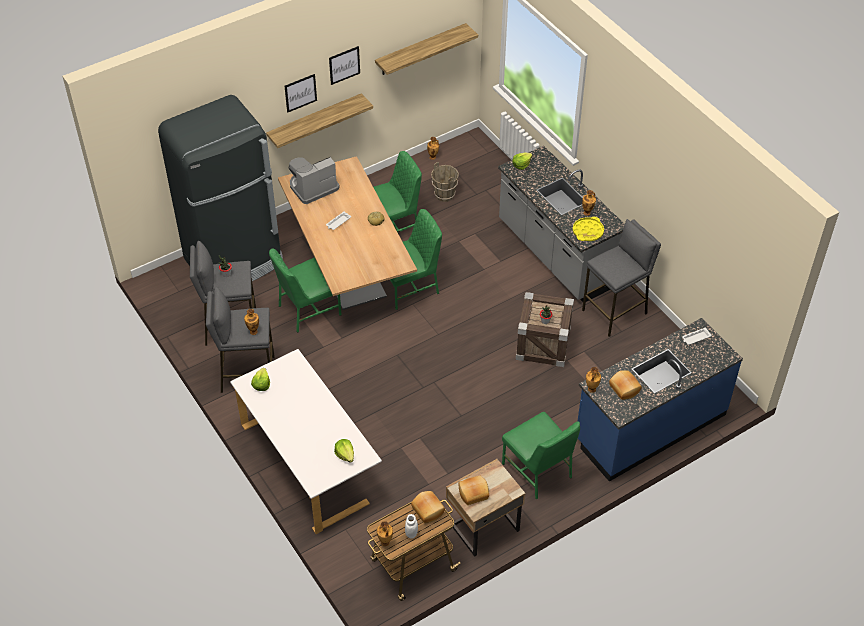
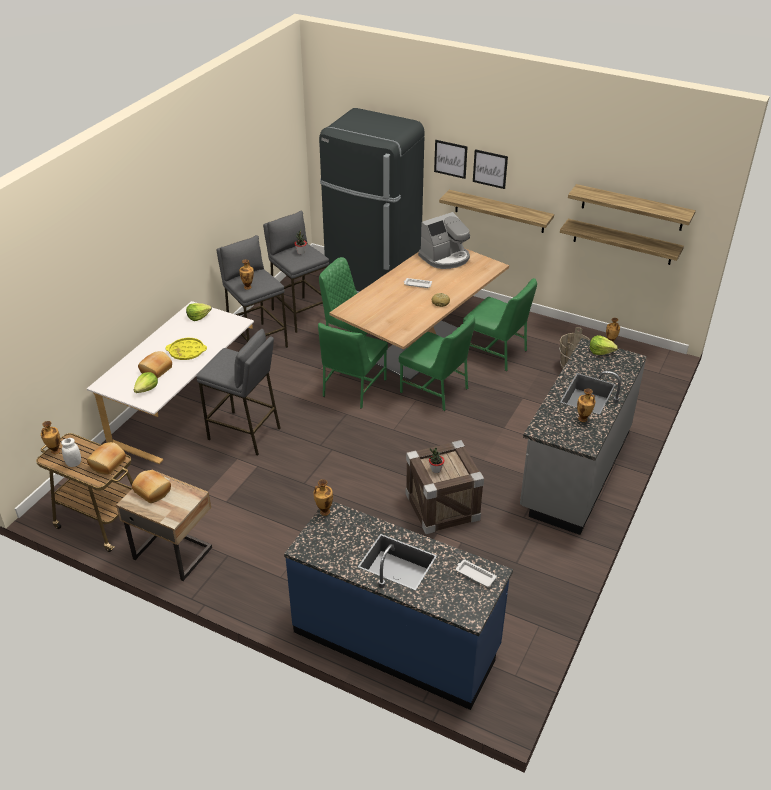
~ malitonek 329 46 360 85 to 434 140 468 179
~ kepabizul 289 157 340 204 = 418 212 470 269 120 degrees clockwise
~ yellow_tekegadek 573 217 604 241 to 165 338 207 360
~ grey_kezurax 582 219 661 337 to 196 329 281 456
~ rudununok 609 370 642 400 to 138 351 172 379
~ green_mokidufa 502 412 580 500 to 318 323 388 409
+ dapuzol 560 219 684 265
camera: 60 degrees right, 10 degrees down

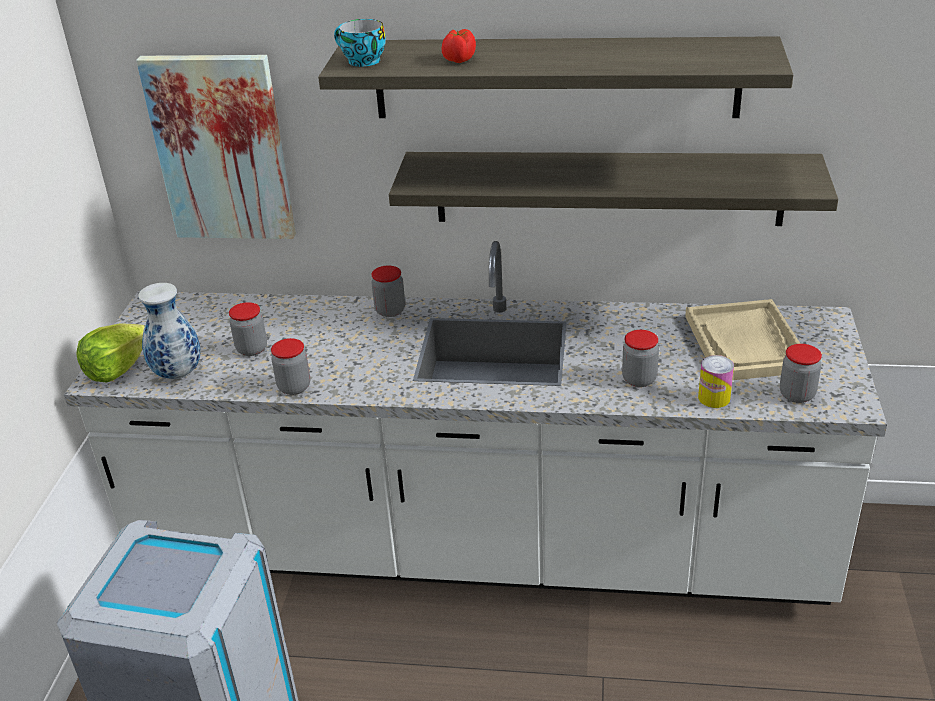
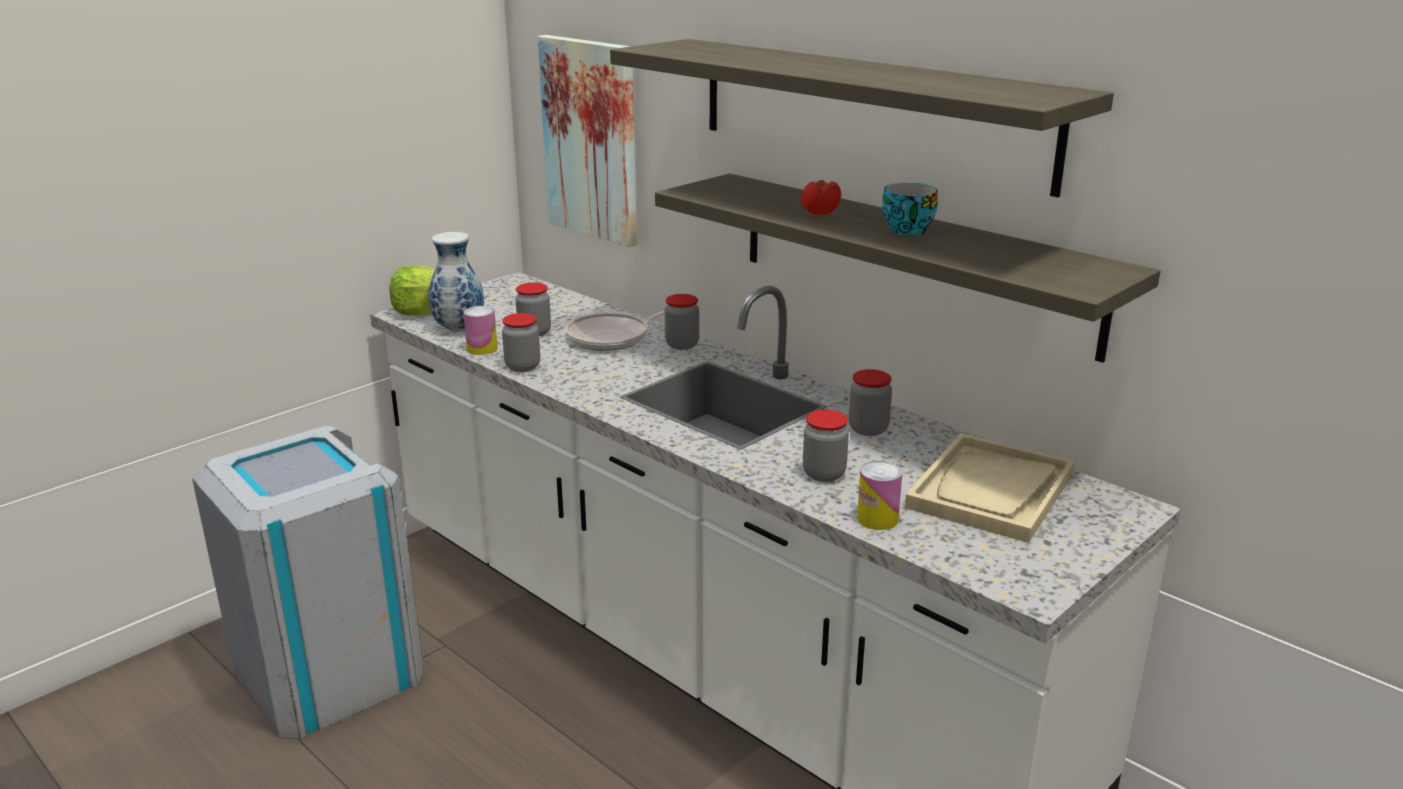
~ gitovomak 334 19 386 67 to 882 183 938 235
~ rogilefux 442 29 476 63 to 801 180 841 215
~ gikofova 780 344 822 403 to 849 369 892 436
+ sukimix 463 306 498 355
+ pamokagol 565 310 665 351
camera: 35 degrees right, 10 degrees down

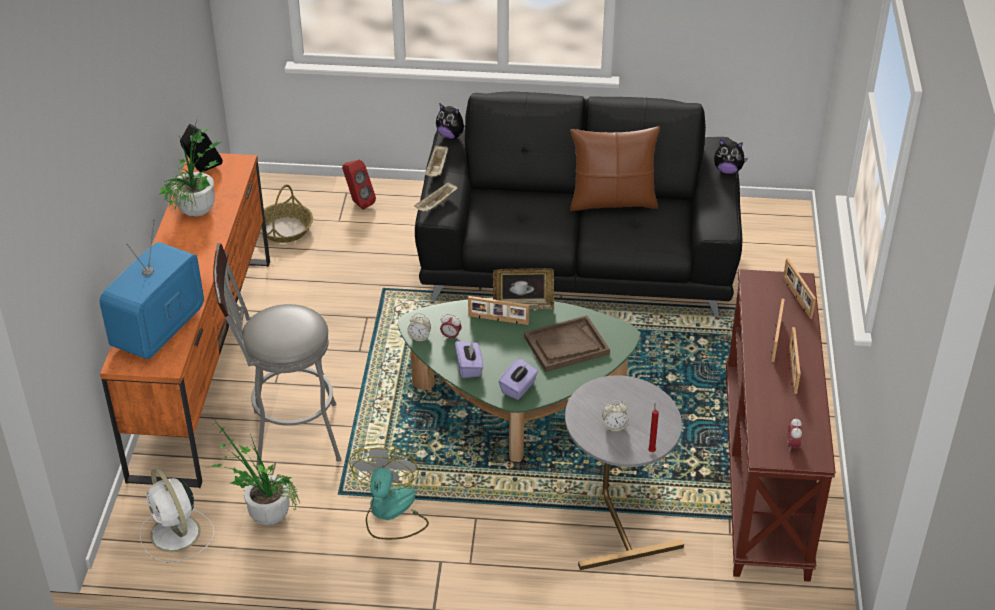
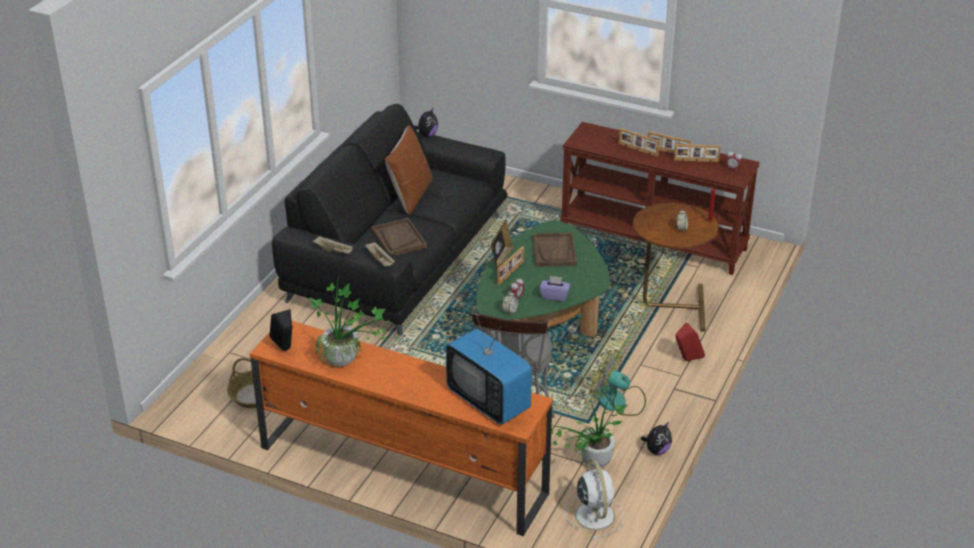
~ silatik 436 104 465 139 to 641 422 672 455
~ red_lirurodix 342 160 376 210 to 675 322 705 361
~ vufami 783 258 816 319 to 674 144 721 162
- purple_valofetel 499 359 538 400
~ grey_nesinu 565 375 684 570 to brown_nesinu 633 203 718 332
~ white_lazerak 140 468 215 563 = 564 459 624 540 90 degrees counterclockwise
+ brown_tekegadek 371 218 427 255
camera: 70 degrees left, 5 degrees down

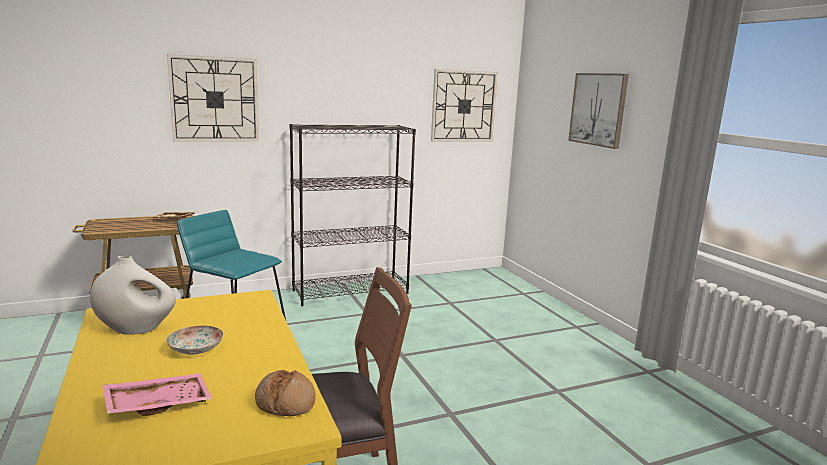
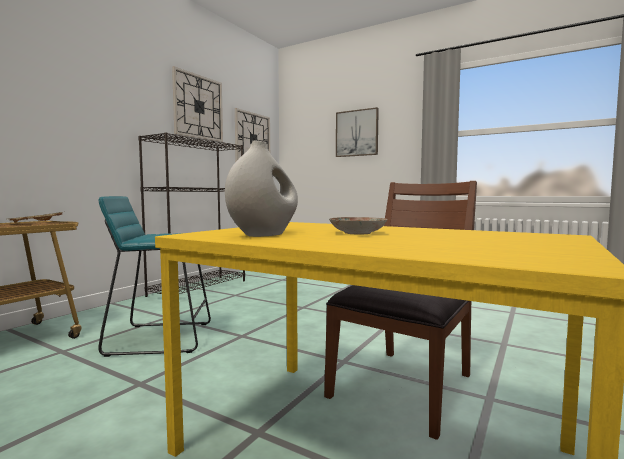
~ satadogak 167 54 259 142 to 172 66 223 142
- rudununok 255 370 316 417
- pink_tekegadek 102 373 212 416
camera: 35 degrees left, 10 degrees down

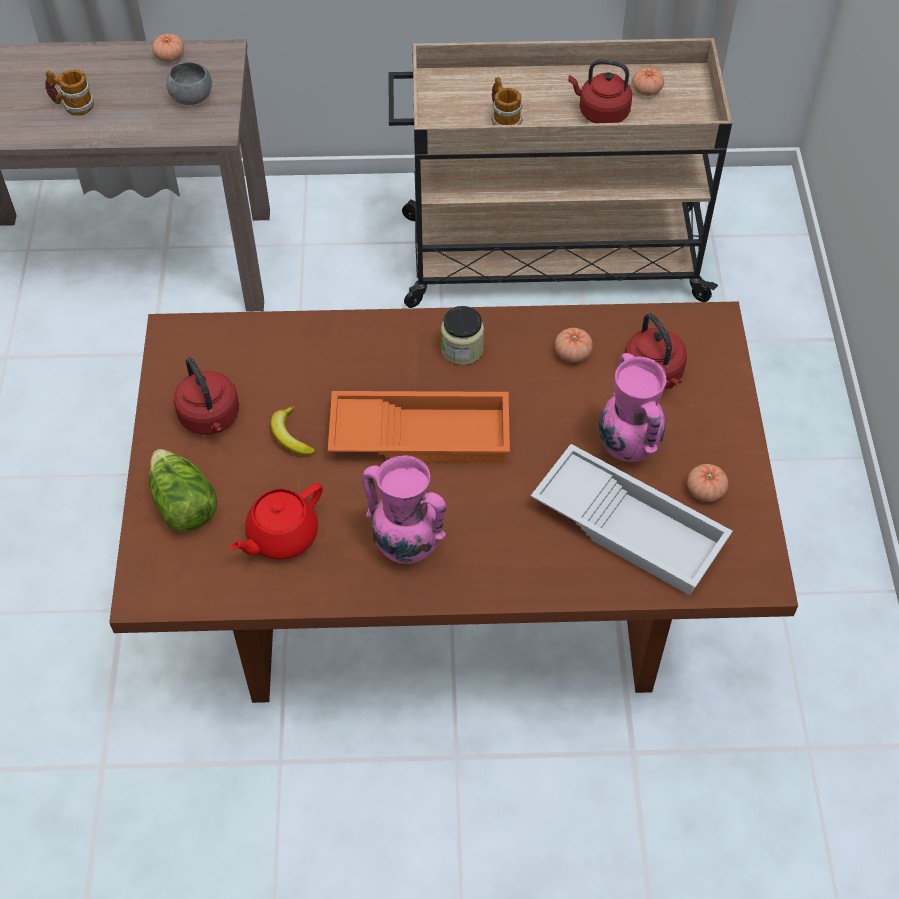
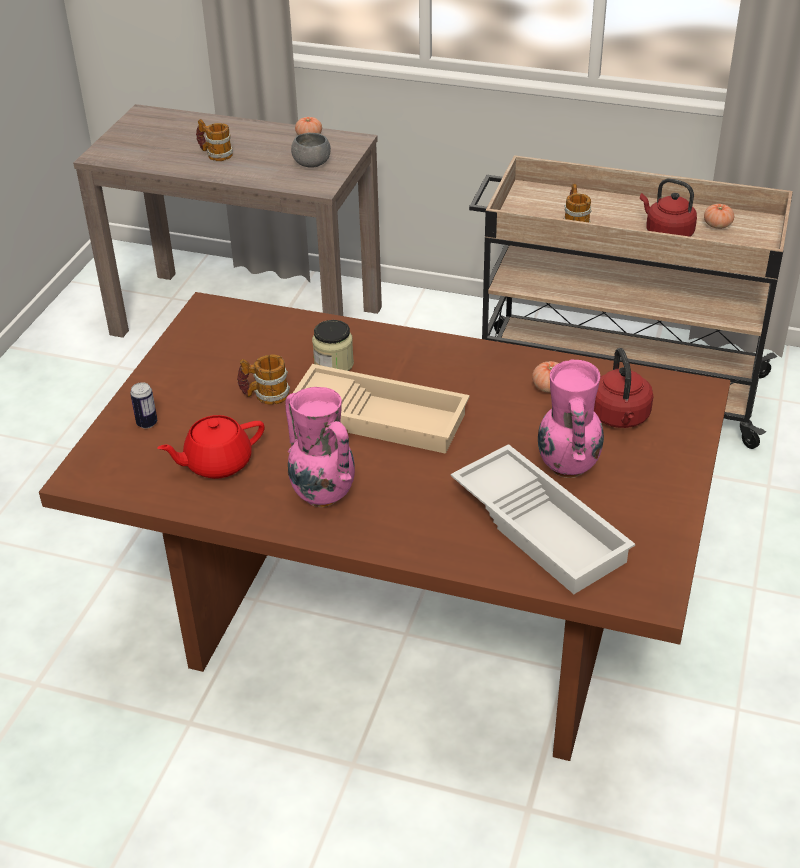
~ gikofova 441 306 484 365 to 312 320 354 371
- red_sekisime 173 357 239 435
~ orange_tekegadek 328 391 510 463 to beige_tekegadek 293 364 470 454
~ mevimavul 271 406 315 456 to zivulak 237 354 290 405
~ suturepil 149 449 217 532 to sukimix 130 382 157 429
- rogilefux 687 464 728 502
camera: 20 degrees right, 15 degrees down

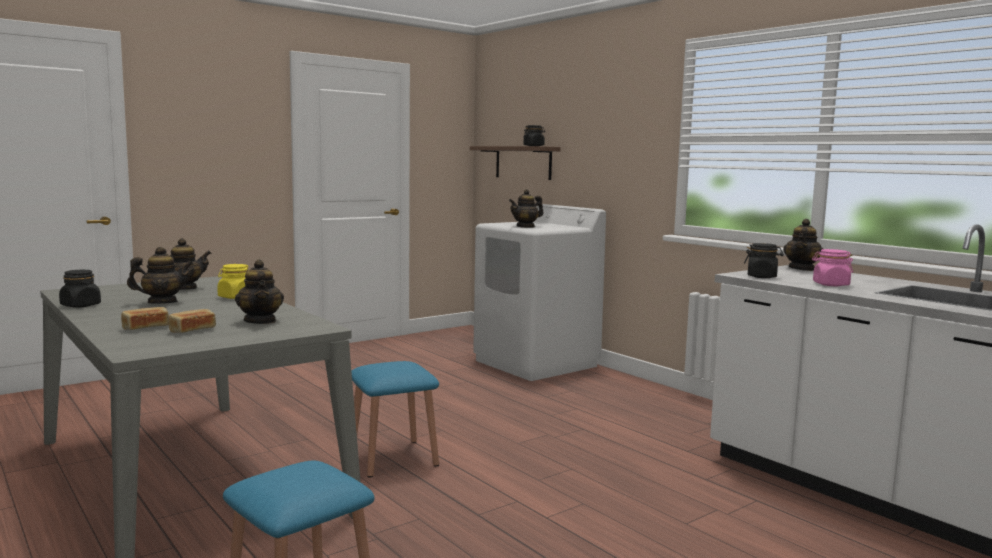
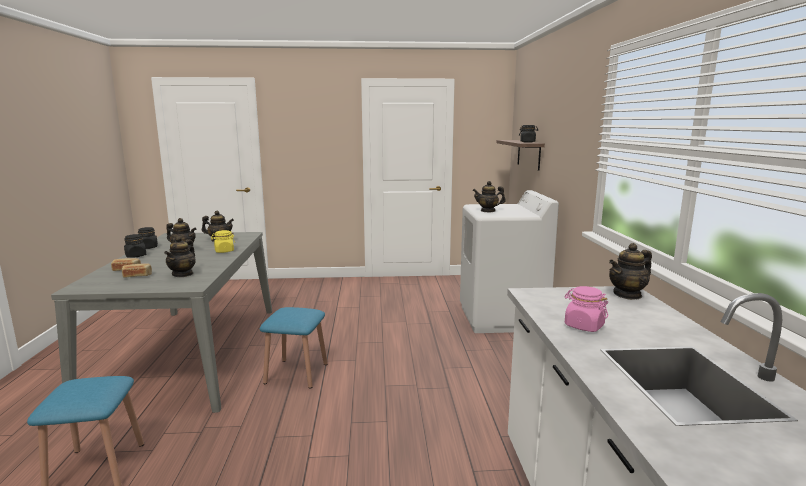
~ black_gikofova 744 243 784 278 to 124 234 146 258
camera: 35 degrees right, 5 degrees up

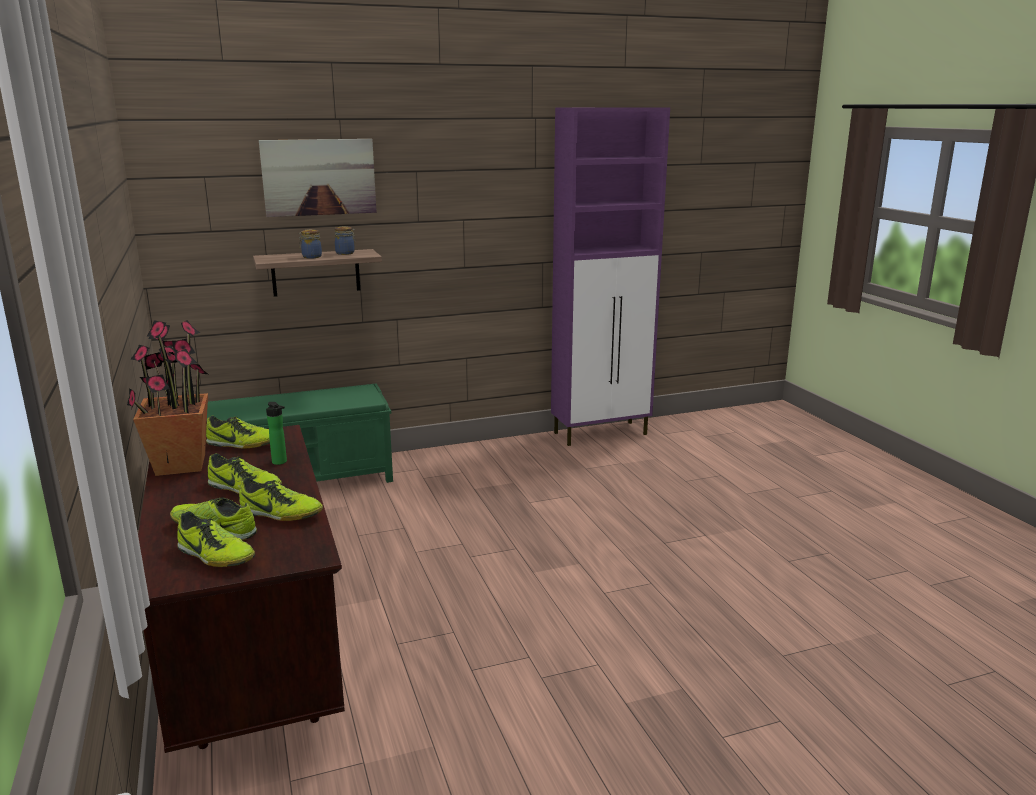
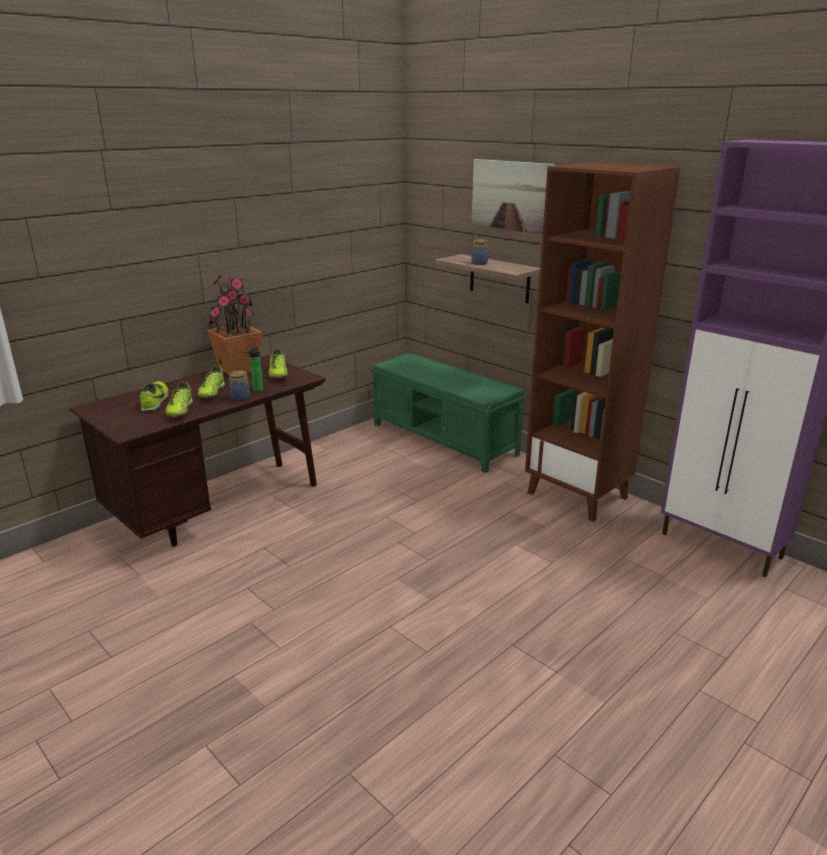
~ gikofova 334 226 356 255 to 229 370 250 401
- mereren 177 511 255 567
+ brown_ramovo 525 162 680 522
camera: 65 degrees right, 5 degrees up

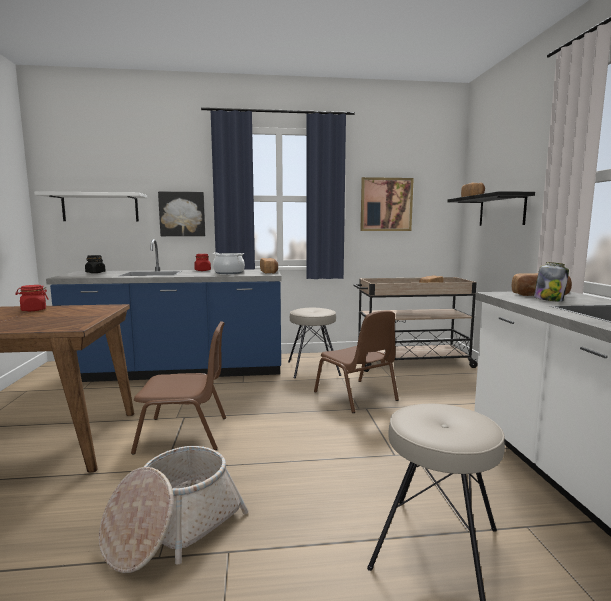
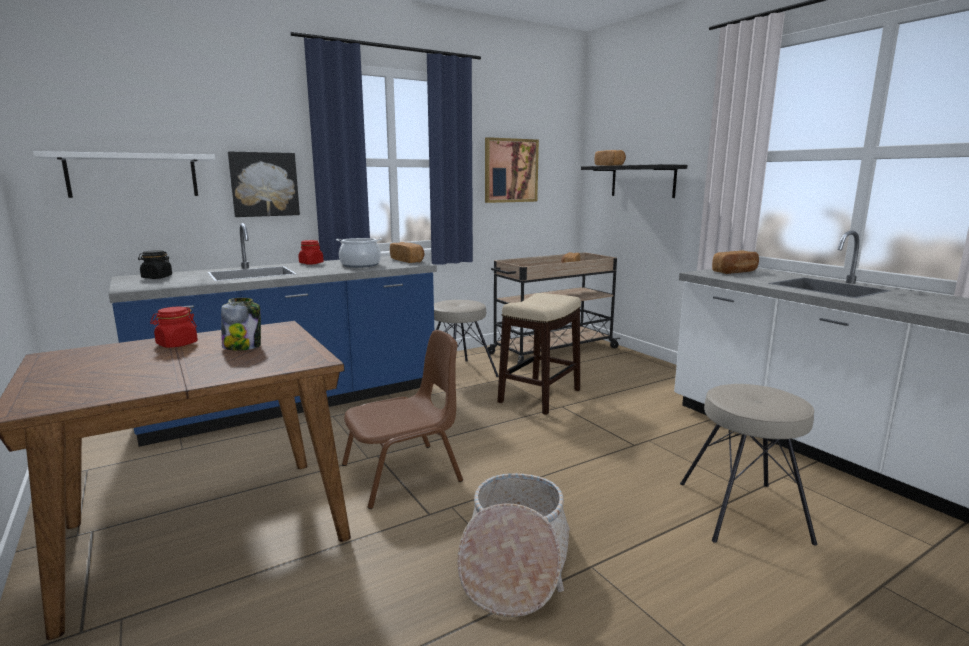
~ gikofova 534 262 569 302 to 221 298 261 351
~ brown_mokidufa 314 310 399 413 to kezurax 497 293 581 415
camera: 25 degrees left, 5 degrees up

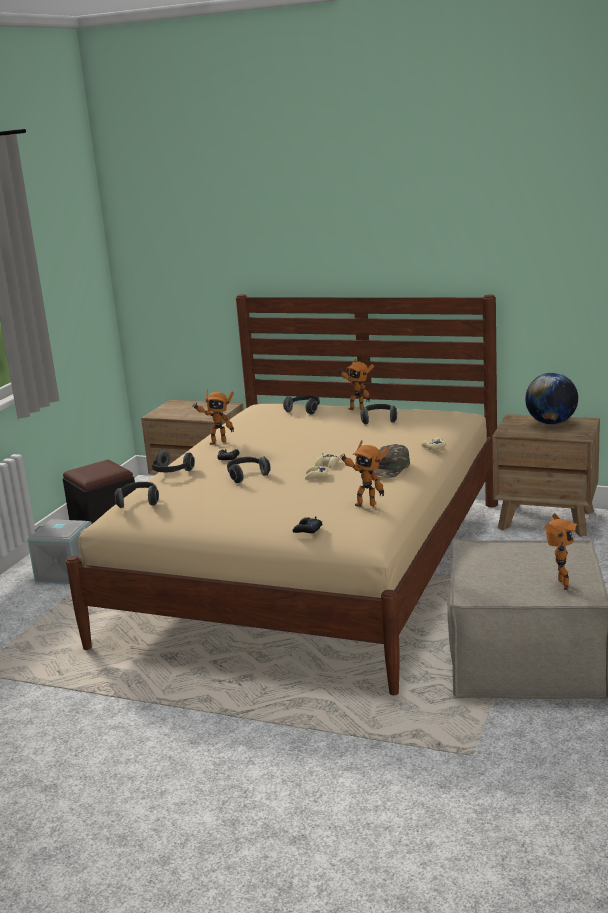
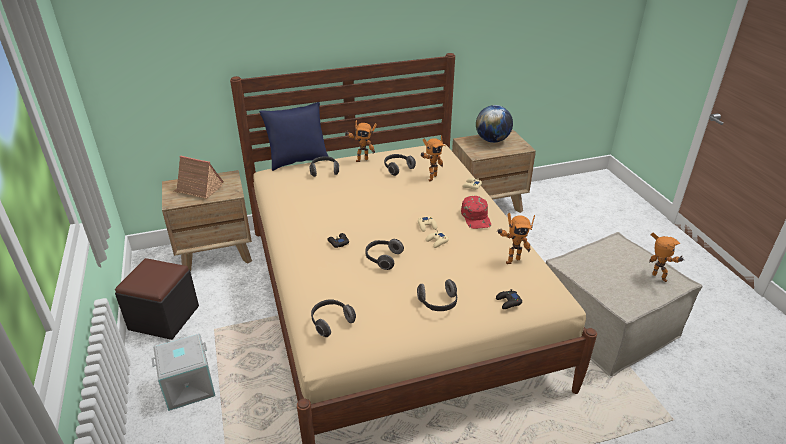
~ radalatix 193 390 234 445 to 421 135 445 181
~ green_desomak 371 444 410 478 to red_desomak 461 196 491 229
~ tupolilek 152 450 195 472 to 417 279 457 311
+ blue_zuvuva 259 102 329 171
+ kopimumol 174 155 224 199
camera: 40 degrees left, 15 degrees up

